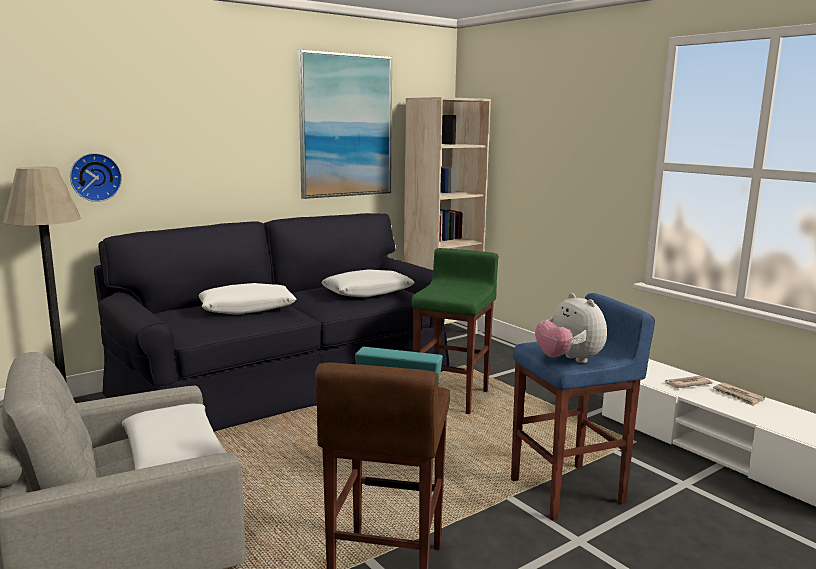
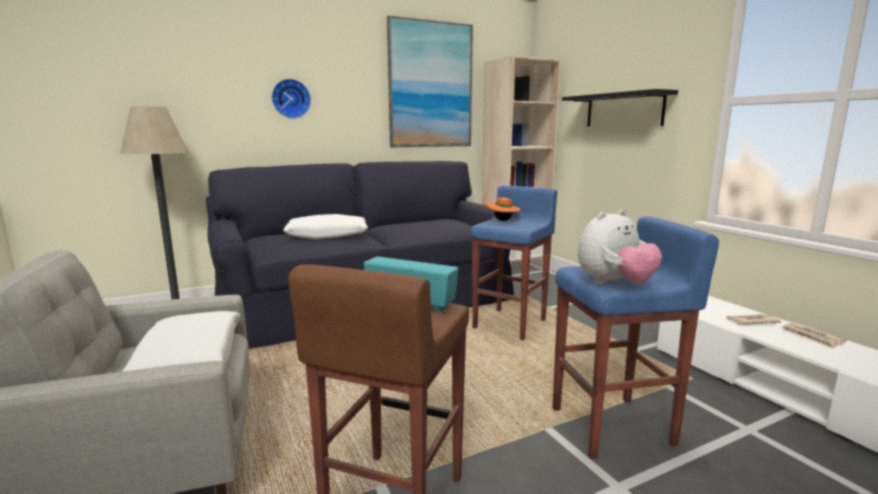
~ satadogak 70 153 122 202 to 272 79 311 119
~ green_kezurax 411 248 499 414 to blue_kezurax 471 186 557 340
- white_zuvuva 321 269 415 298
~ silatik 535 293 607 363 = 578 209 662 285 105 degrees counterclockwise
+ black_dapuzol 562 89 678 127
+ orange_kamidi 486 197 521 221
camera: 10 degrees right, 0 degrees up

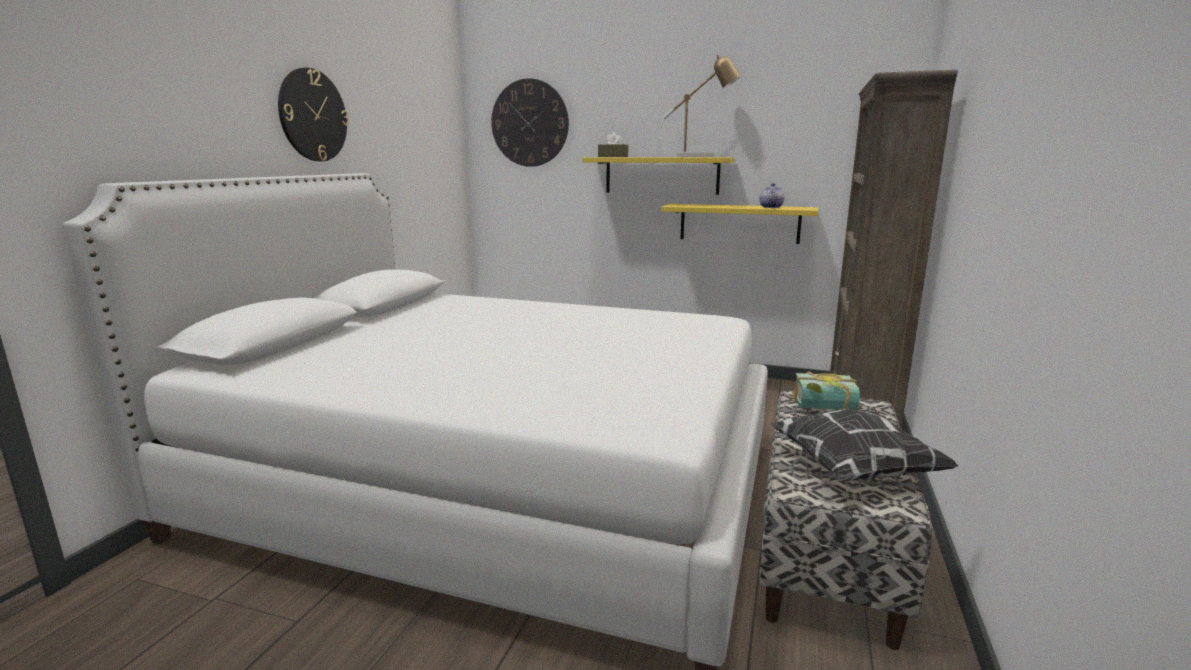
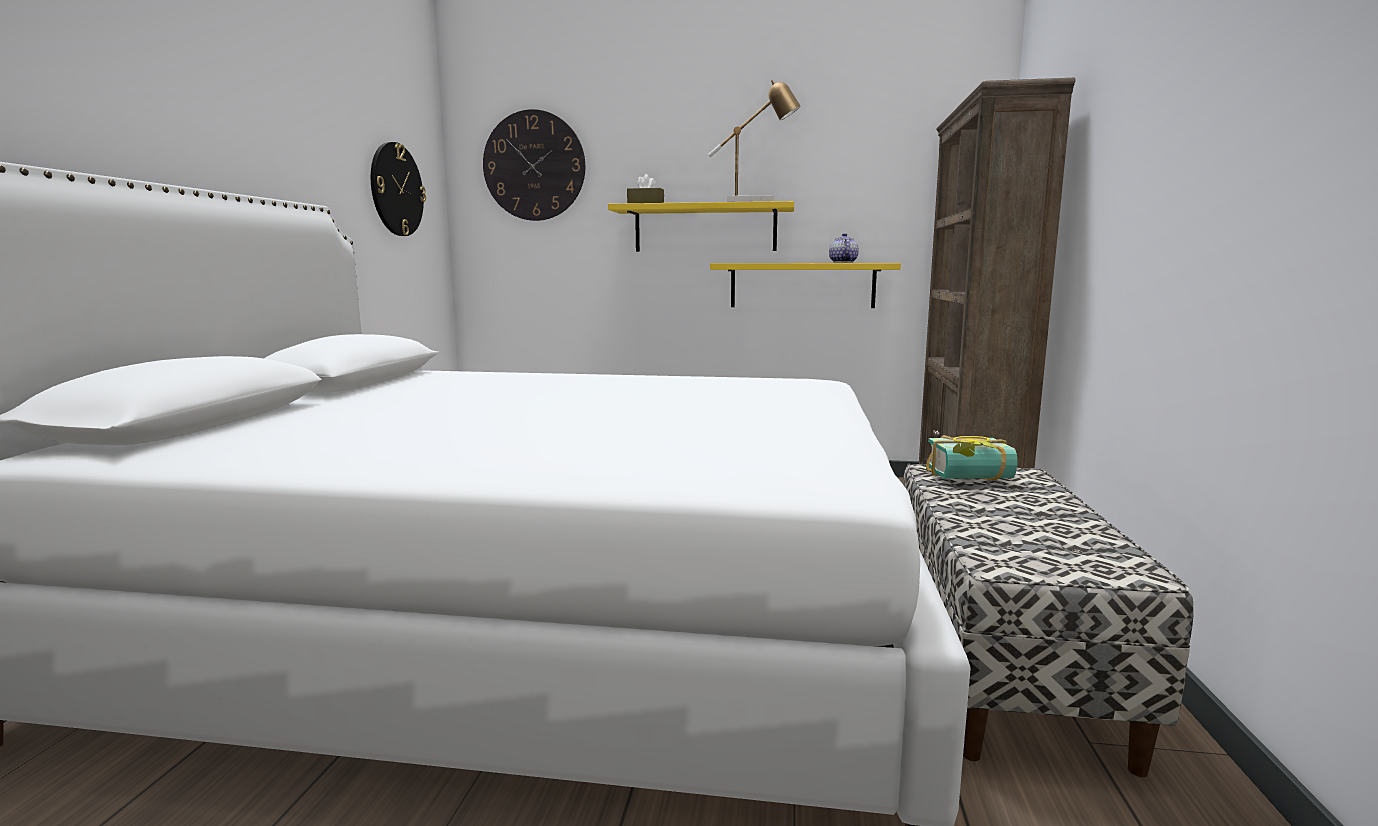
~ satadogak 278 68 349 161 to 371 142 426 236
- zuvuva 770 408 959 481
camera: 10 degrees left, 5 degrees down

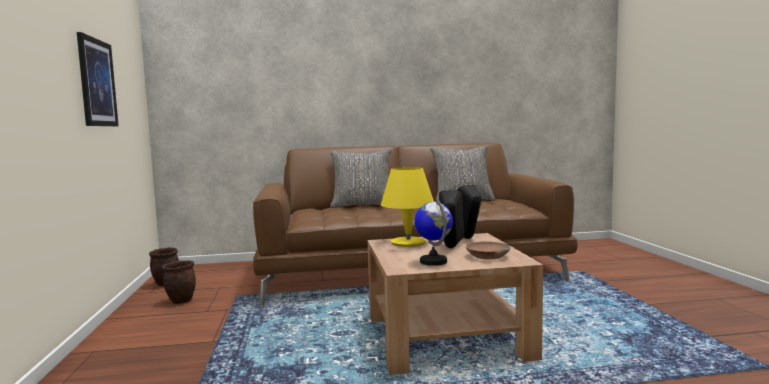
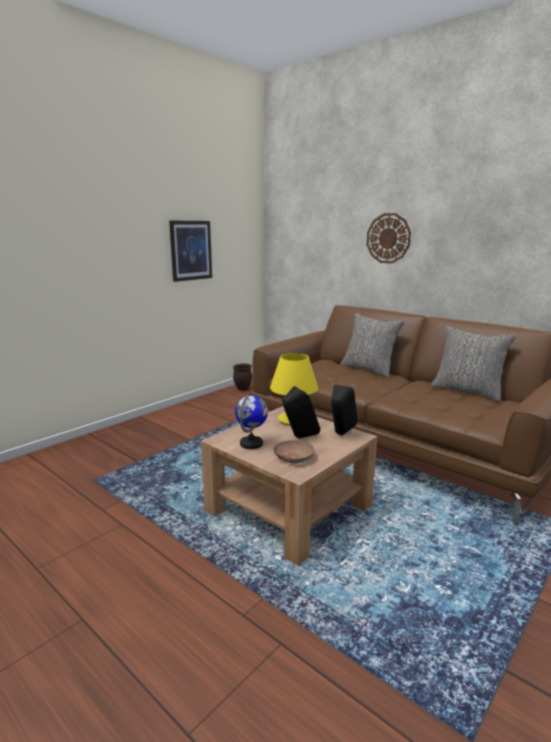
- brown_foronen 162 260 196 304
+ satadogak 366 213 411 263
camera: 50 degrees right, 10 degrees up

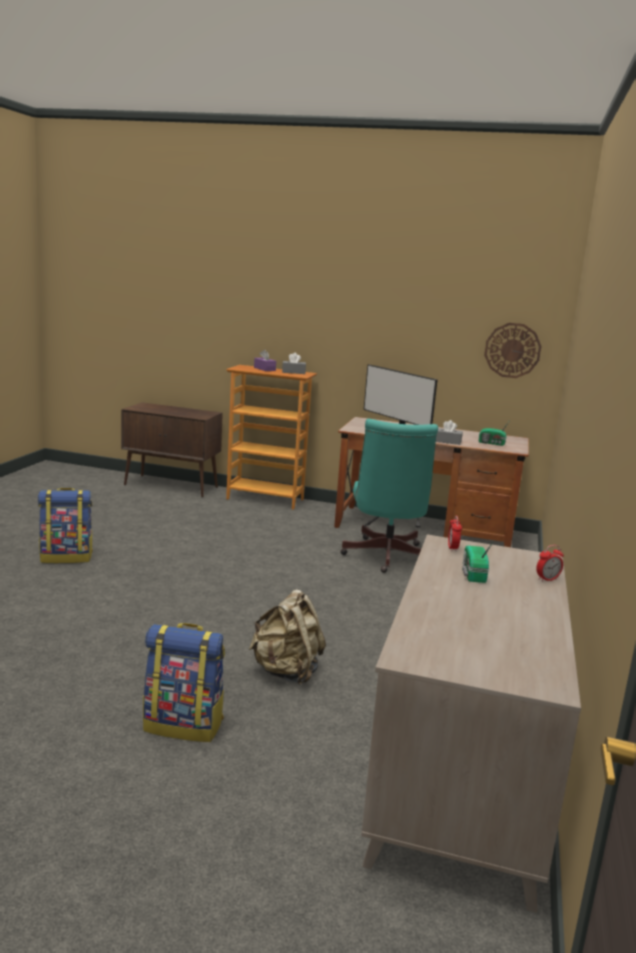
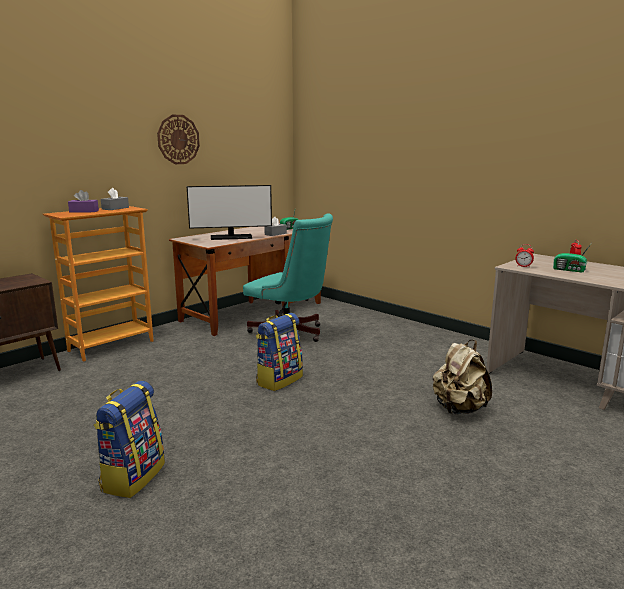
~ satadogak 484 323 541 378 to 157 115 200 164
~ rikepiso 143 623 225 742 to 256 313 303 391
camera: 60 degrees left, 0 degrees up

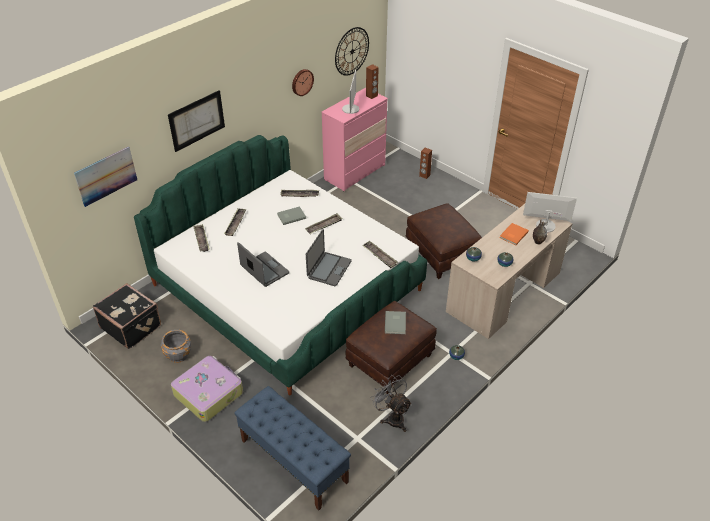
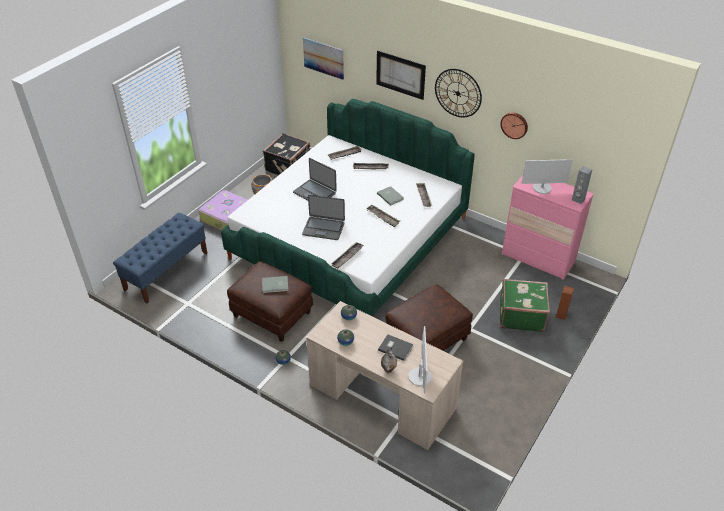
~ satadogak 335 27 369 76 to 435 69 482 117
~ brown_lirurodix 366 64 379 99 to grey_lirurodix 572 166 592 204
~ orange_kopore 500 223 529 245 to grey_kopore 378 334 413 361
~ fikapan 237 242 289 287 = 293 158 337 200 90 degrees clockwise
- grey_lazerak 371 375 412 432
+ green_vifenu 500 279 550 332
camera: 80 degrees right, 0 degrees up

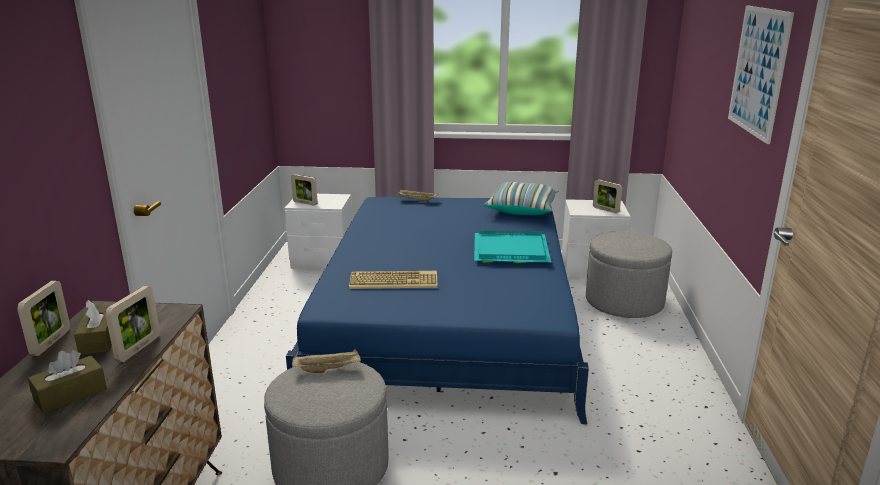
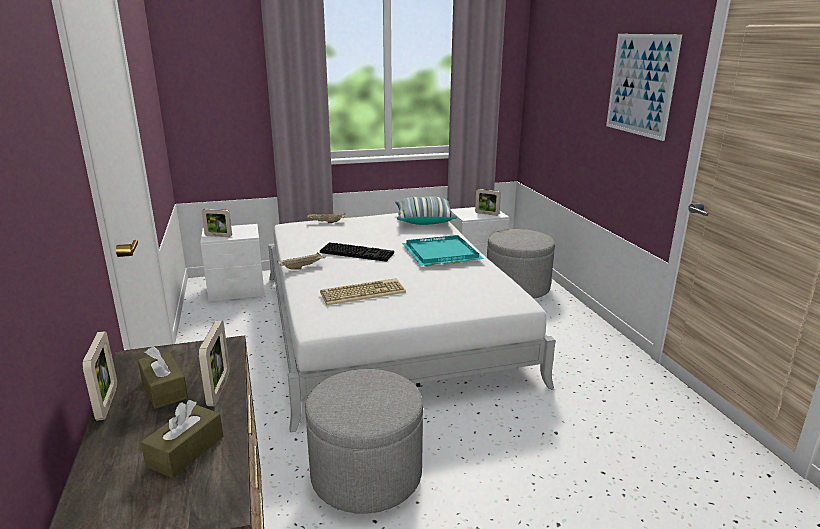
~ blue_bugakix 286 197 589 424 to white_bugakix 268 213 556 432
~ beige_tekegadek 292 349 361 373 to 278 252 326 270
+ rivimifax 320 242 394 262
camera: 20 degrees left, 0 degrees up

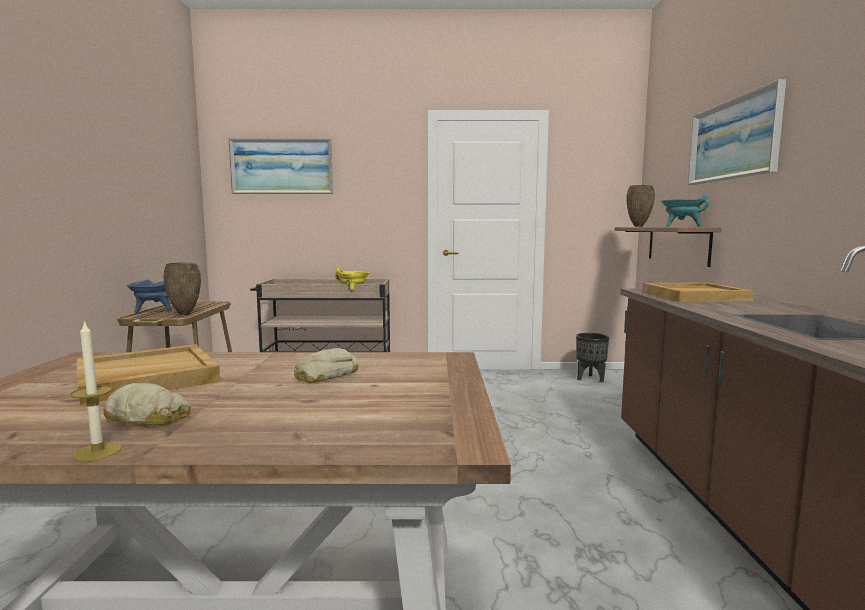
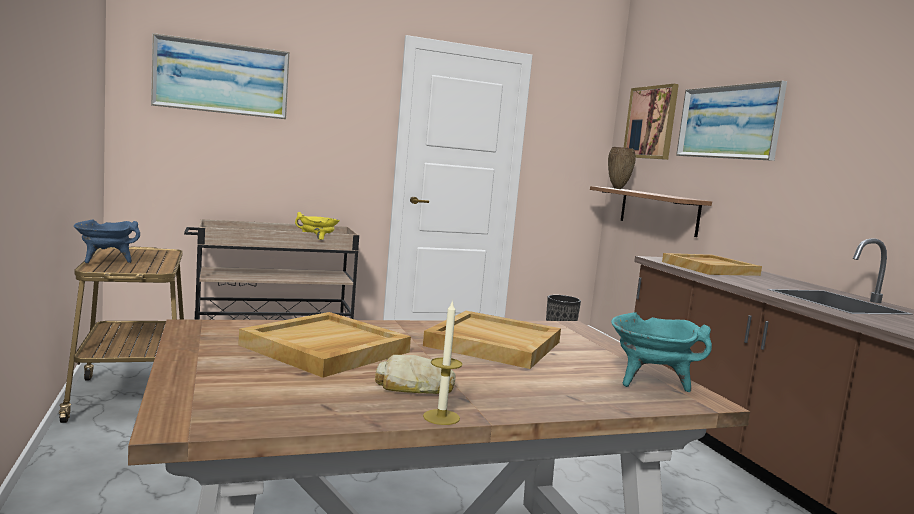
~ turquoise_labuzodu 661 194 709 227 to 611 312 712 392
- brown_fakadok 163 263 201 315
~ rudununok 294 348 359 383 to beige_tekegadek 423 311 561 369
+ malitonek 624 84 679 160
camera: 20 degrees left, 0 degrees up

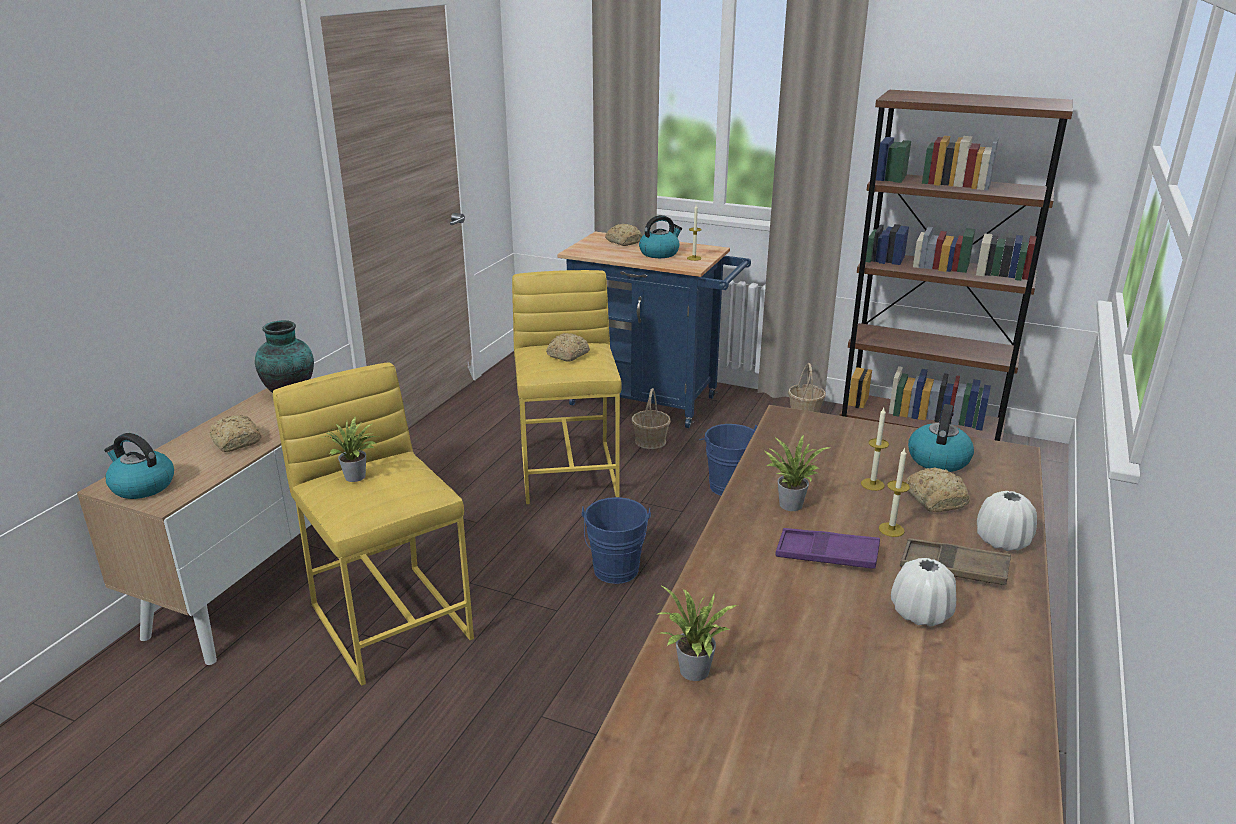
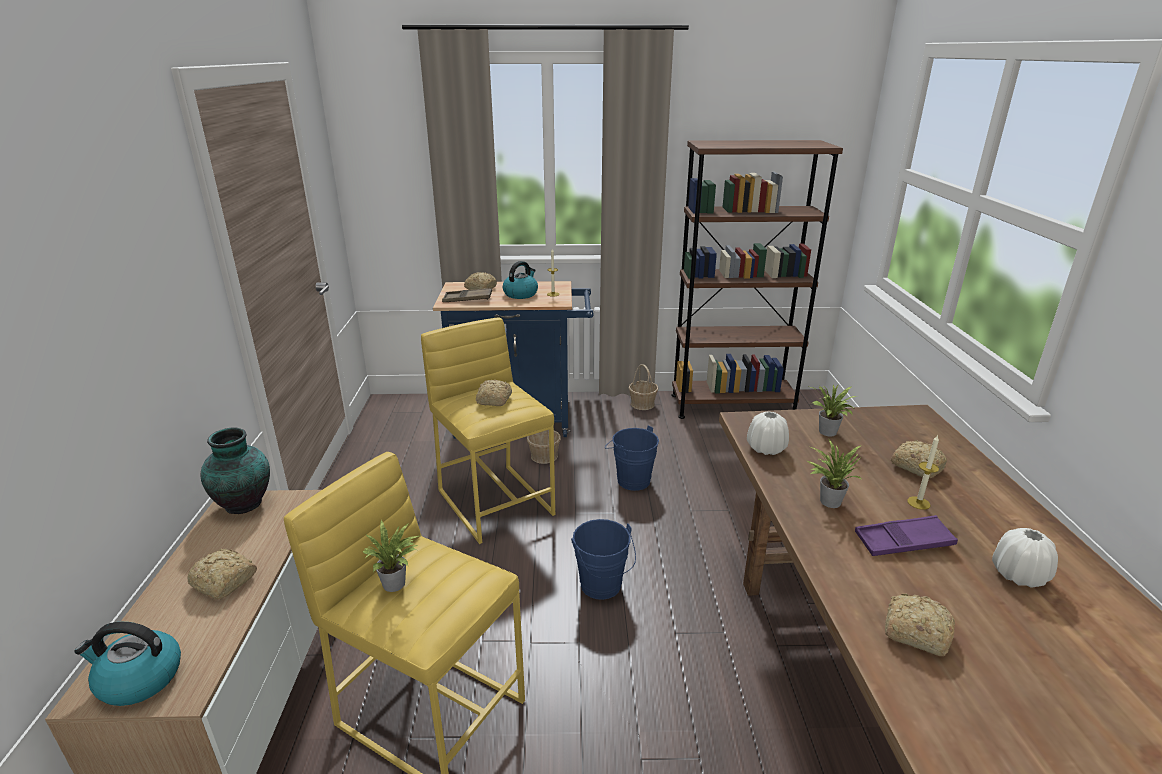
- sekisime 908 404 974 472
- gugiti 861 408 889 491
~ white_fakadok 977 491 1037 551 to 747 411 789 455
~ brown_tekegadek 900 538 1011 585 to 442 288 492 302
~ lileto 655 585 738 681 to 811 384 857 436
+ rudununok 885 594 955 656
camera: 25 degrees left, 0 degrees up

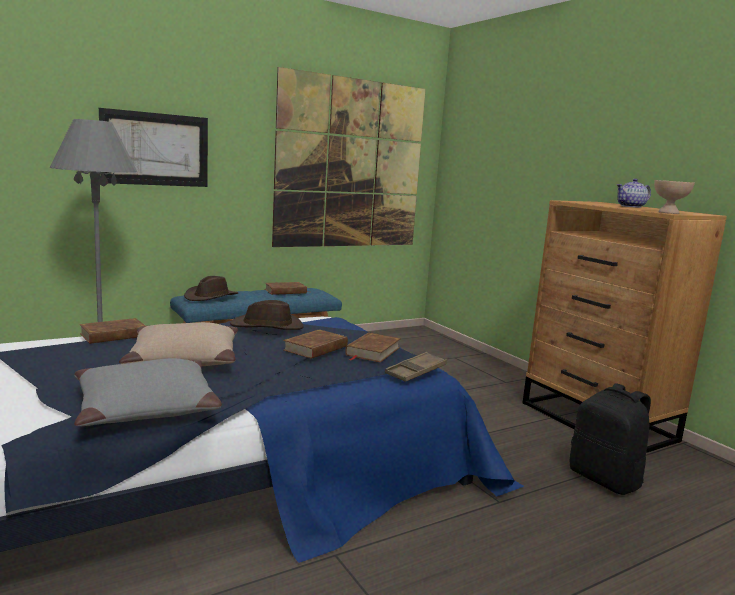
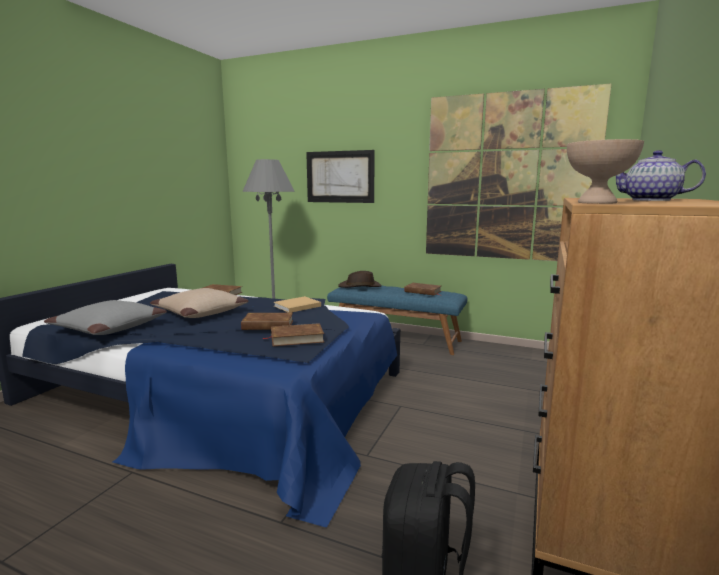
~ brown_kamidi 230 300 304 330 to beige_kopore 274 296 321 313
- brown_tekegadek 385 352 447 382
camera: 55 degrees right, 0 degrees up

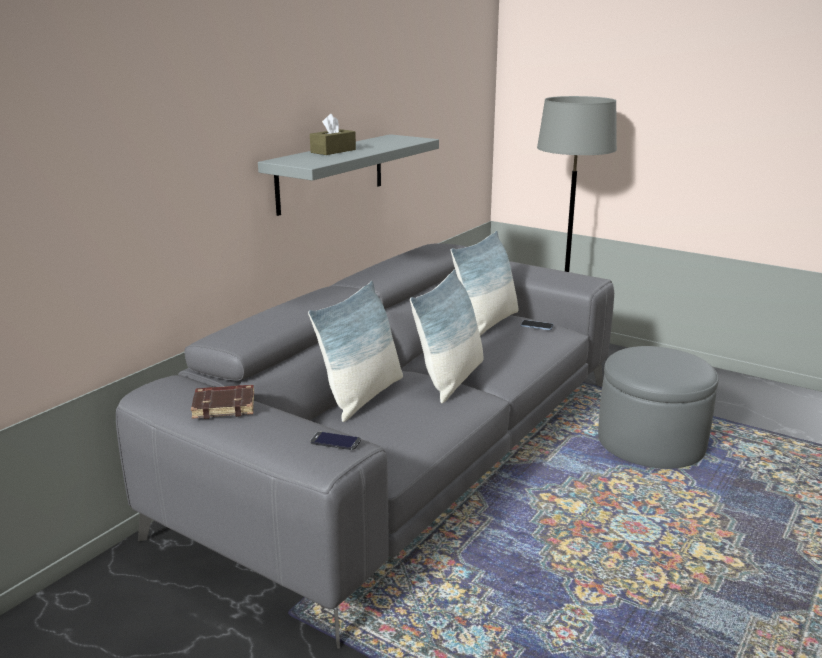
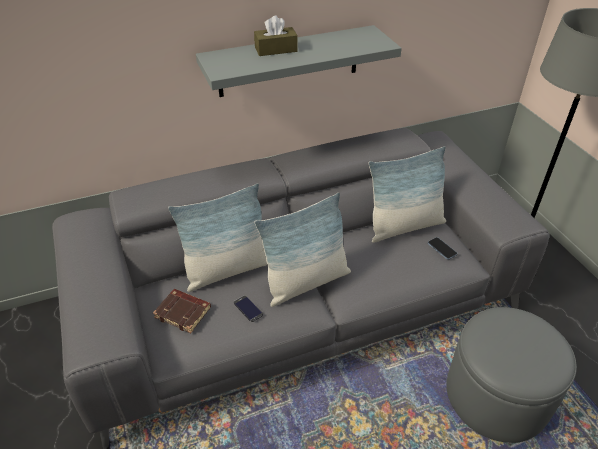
~ brown_kopore 191 385 254 419 to 153 289 211 333
~ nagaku 310 432 361 450 to 234 295 263 322
camera: 35 degrees right, 20 degrees up

